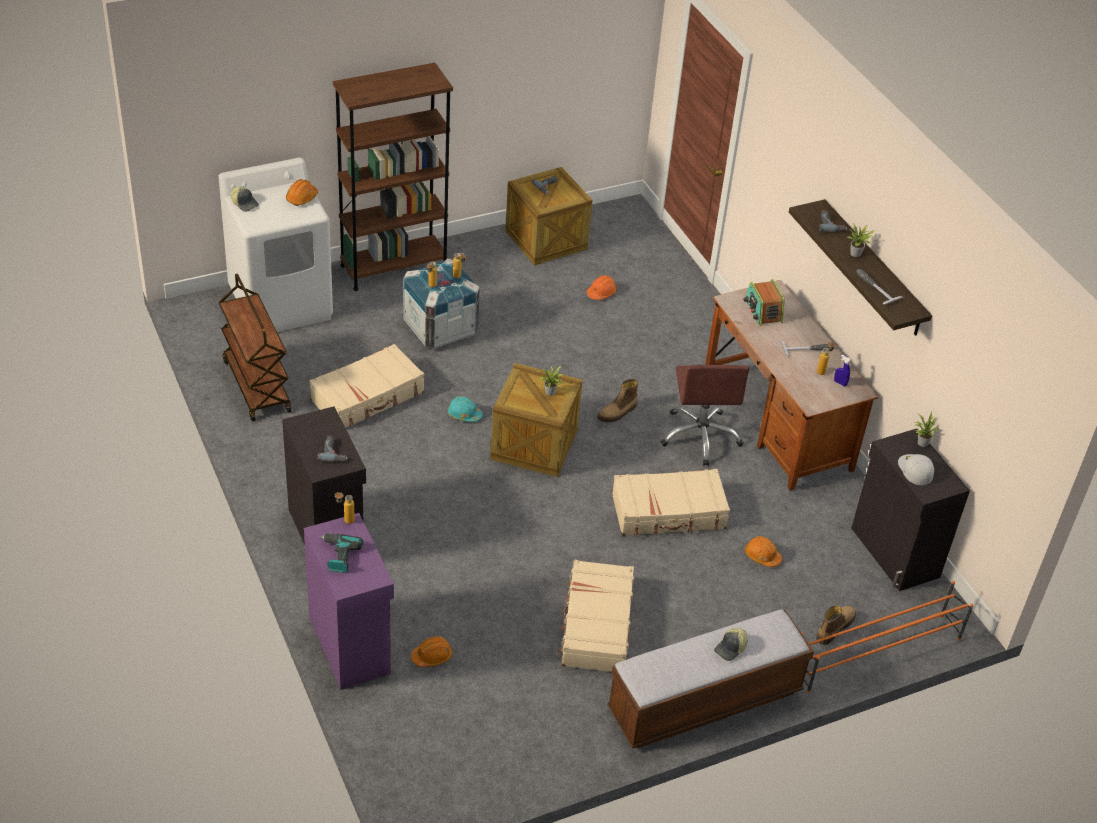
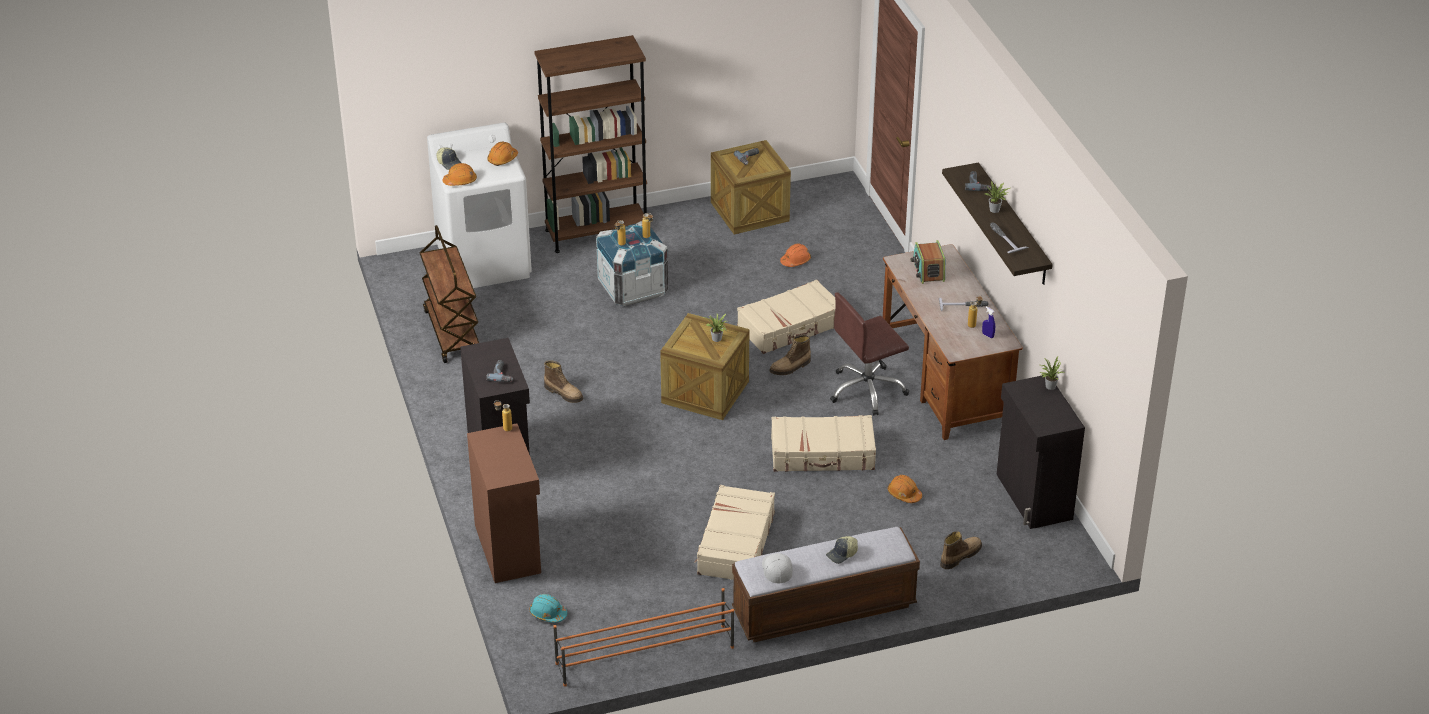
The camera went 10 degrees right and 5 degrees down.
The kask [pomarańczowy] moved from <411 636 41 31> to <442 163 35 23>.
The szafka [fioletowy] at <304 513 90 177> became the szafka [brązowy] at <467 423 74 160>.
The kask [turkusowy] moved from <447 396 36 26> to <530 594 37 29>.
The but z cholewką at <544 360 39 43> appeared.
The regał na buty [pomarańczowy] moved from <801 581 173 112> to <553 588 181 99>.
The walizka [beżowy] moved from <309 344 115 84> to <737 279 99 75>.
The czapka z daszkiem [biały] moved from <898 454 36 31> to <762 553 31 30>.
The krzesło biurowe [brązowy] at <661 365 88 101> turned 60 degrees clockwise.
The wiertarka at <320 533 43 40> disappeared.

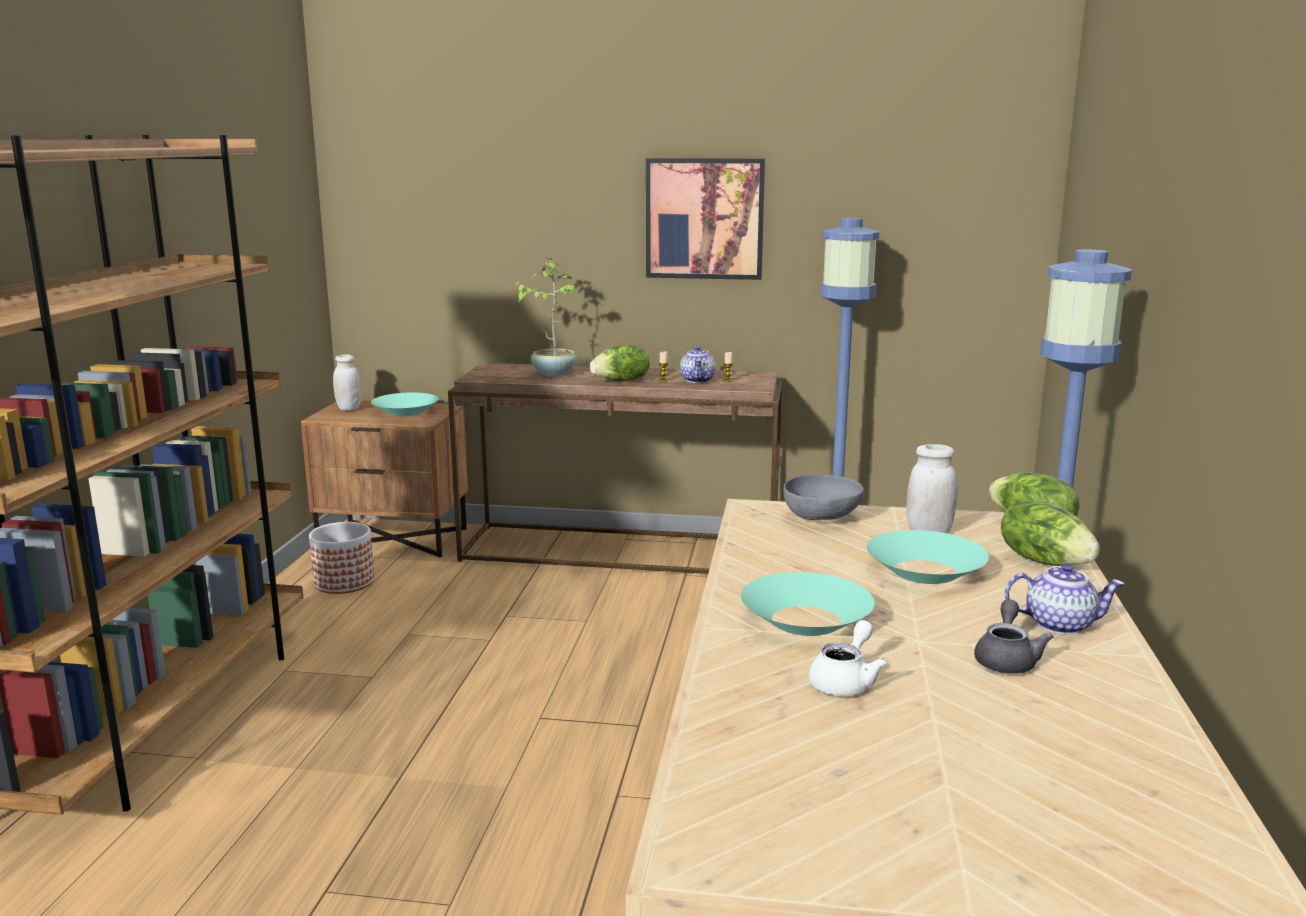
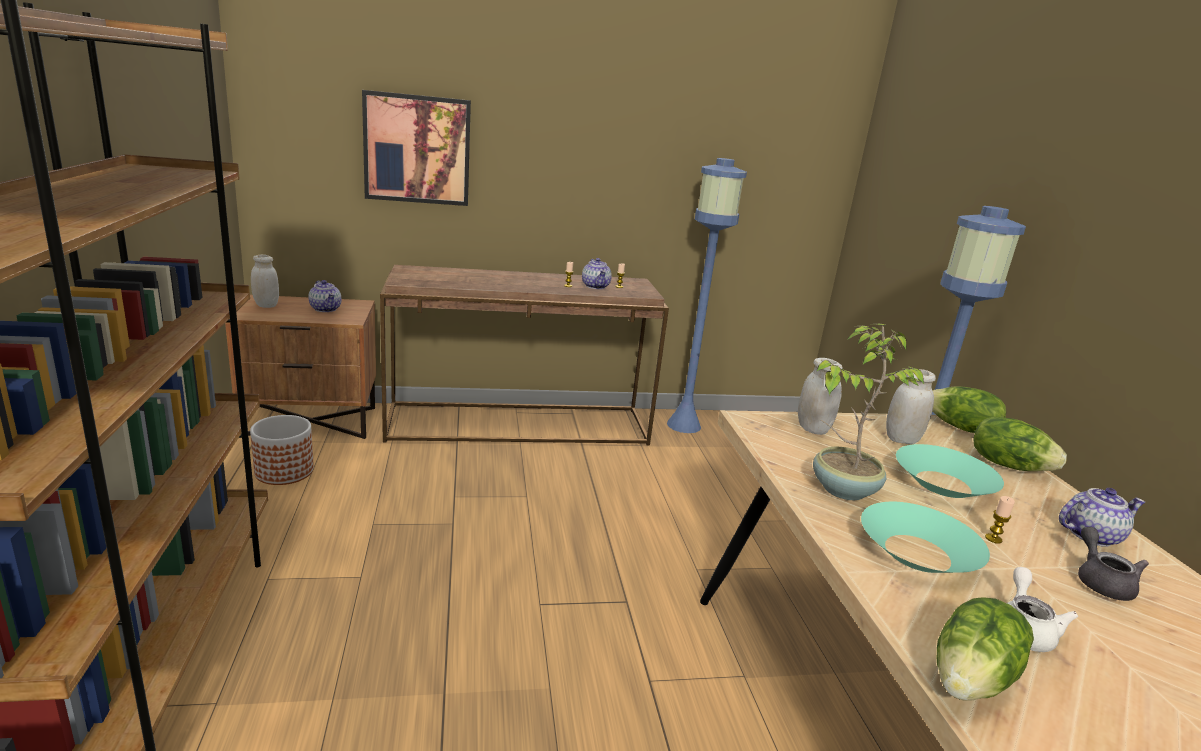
The camera went 20 degrees left and 5 degrees up.
The miska [turkusowy] at <371 393 68 24> was replaced by the imbryk at <308 280 34 32>.
The obraz moved from <646 158 119 122> to <362 90 109 116>.
The miska [szary] at <783 474 81 46> was replaced by the słoik [biały] at <798 358 45 77>.
The roślina doniczkowa moved from <512 258 65 118> to <813 324 111 176>.
The sałata moved from <590 345 60 36> to <937 597 97 104>.
The świeca at <985 496 30 48> appeared.

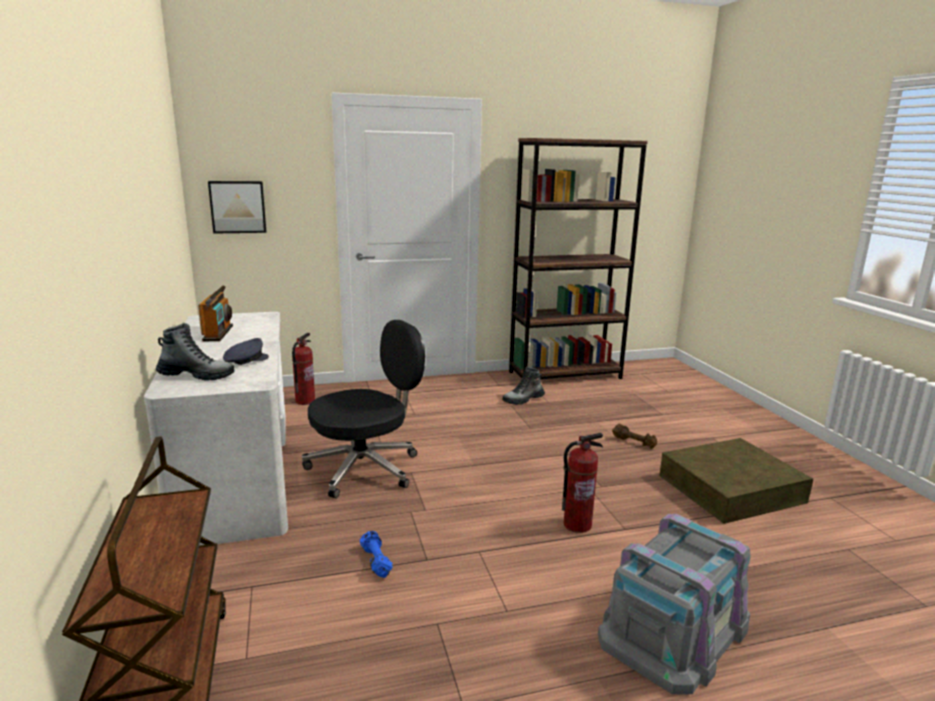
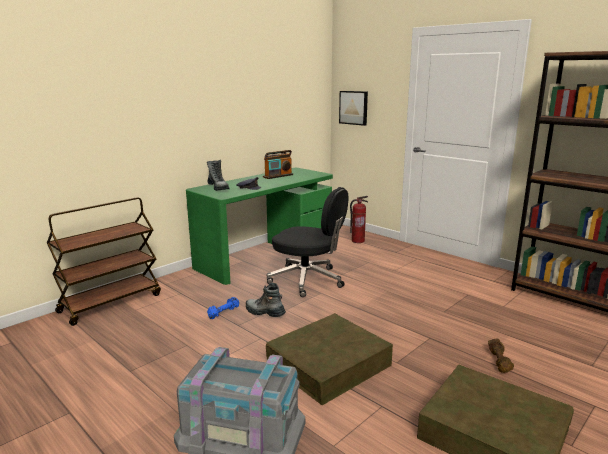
The camera went 60 degrees right and 0 degrees up.
The biurko [biały] at <144 312 144 234> became the biurko [zielony] at <186 168 147 117>.
The but z cholewką moved from <502 367 43 38> to <246 283 40 34>.
The gaśnica at <562 433 41 100> was replaced by the pojemnik do przechowywania [brązowy] at <266 313 127 92>.

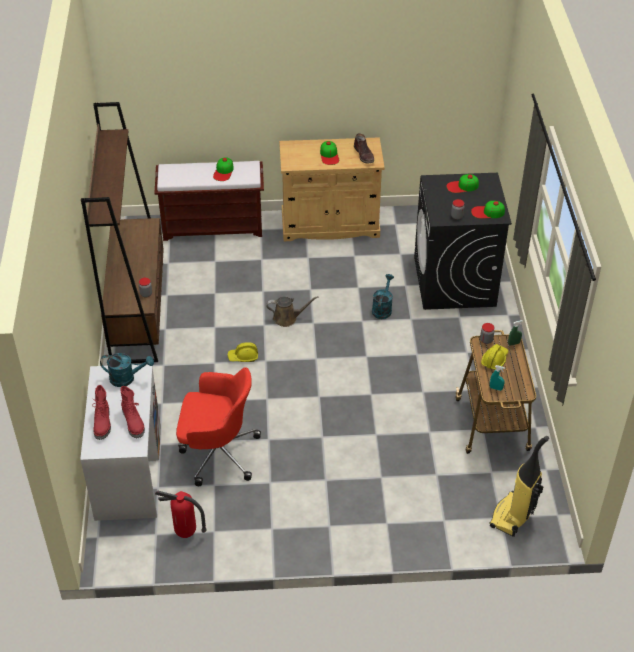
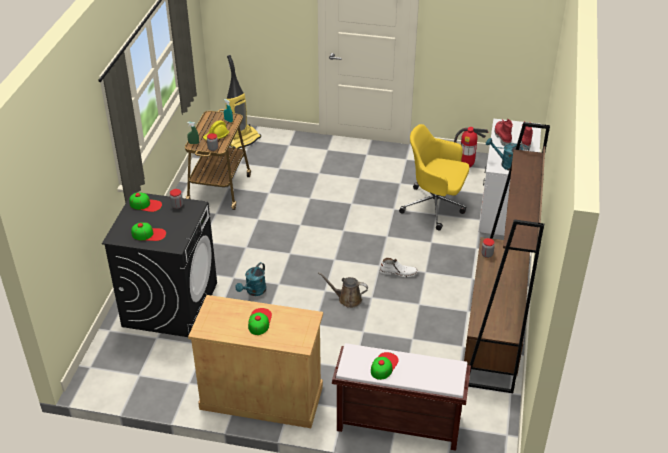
The camera went 165 degrees left and 5 degrees down.
The kask [żółty] at <227 342 31 20> was replaced by the but z cholewką [biały] at <379 258 39 19>.
The krzesło biurowe [czerwony] at <176 367 85 119> became the krzesło biurowe [żółty] at <399 124 70 106>.
The but z cholewką [brązowy] at <354 133 20 30> disappeared.

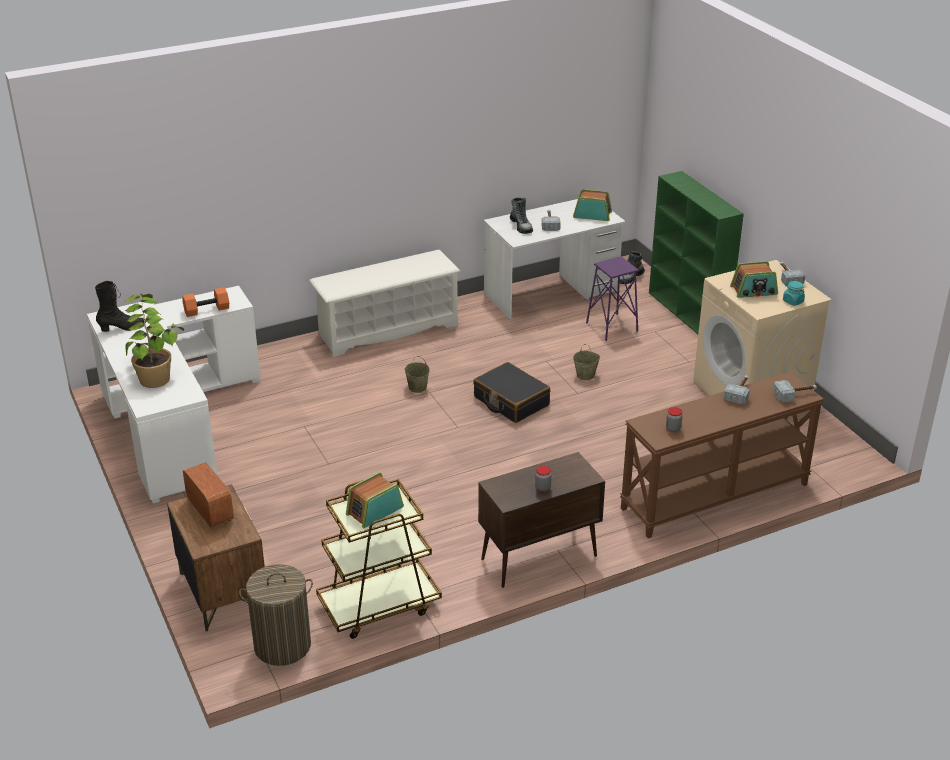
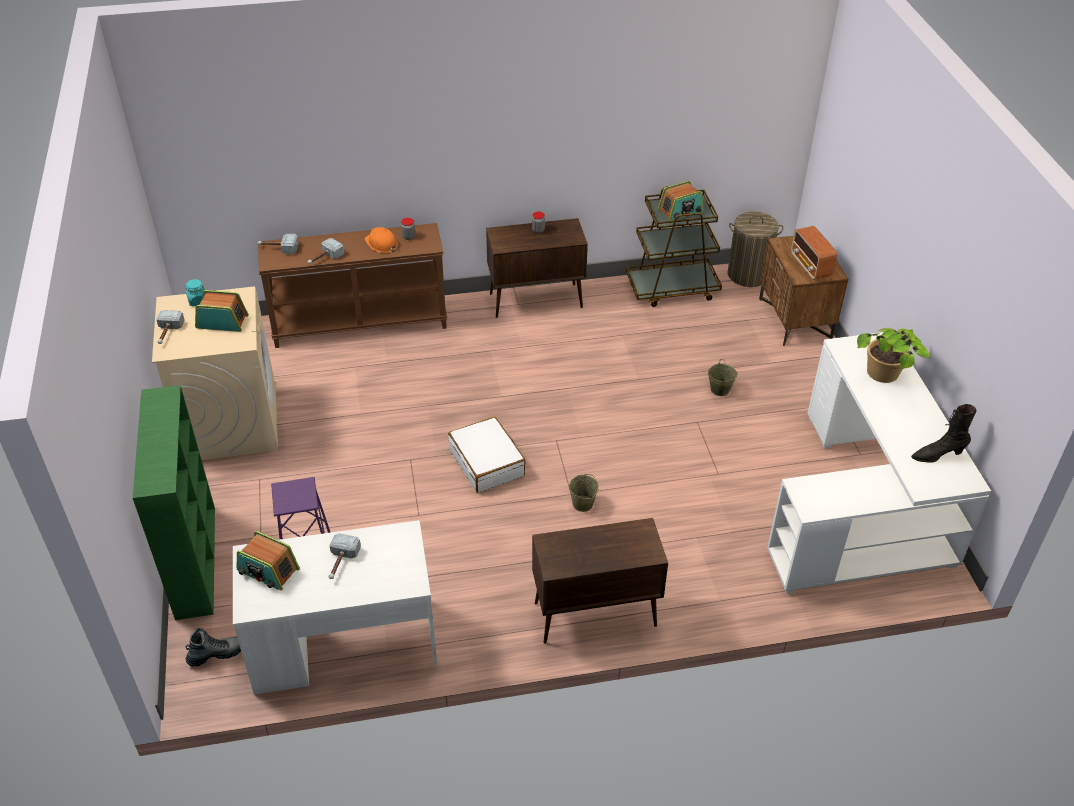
The camera went 165 degrees left and 10 degrees up.
The kask [pomarańczowy] at <365 227 33 26> appeared.
The walizka [czarny] at <473 362 77 61> became the walizka [biały] at <448 416 78 77>.
The regał na buty [biały] at <309 250 151 107> was replaced by the szafka [brązowy] at <532 518 136 126>.
The wiadro [beżowy] moved from <573 344 27 36> to <708 359 30 37>.
The hantel [pomarańczowy] at <182 287 47 30> disappeared.
The but z cholewką at <510 197 23 37> disappeared.

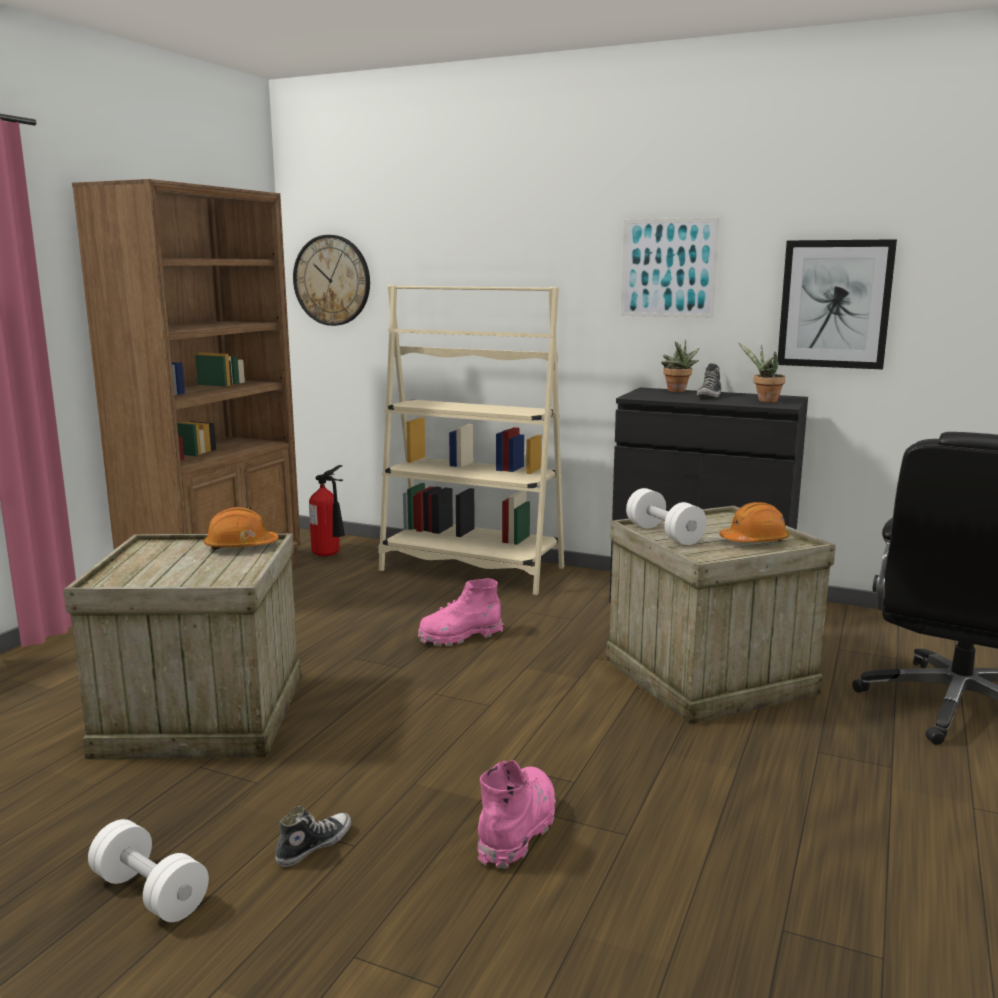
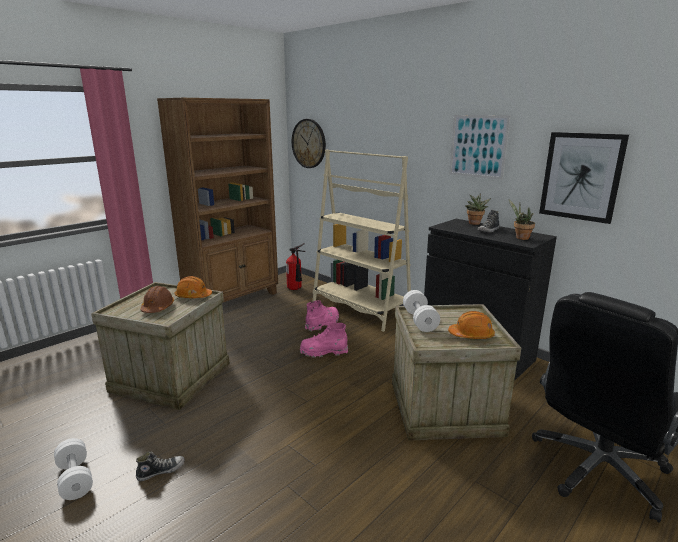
The camera went 20 degrees right and 5 degrees up.
The kask [brązowy] at <140 286 34 27> appeared.
The but z cholewką [różowy] moved from <478 760 78 108> to <305 300 34 31>.

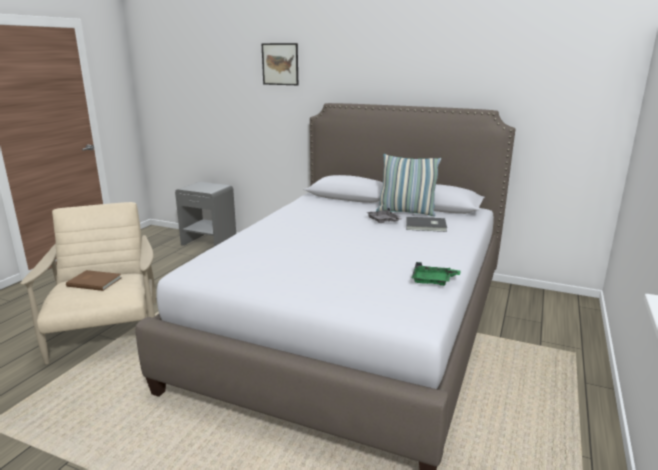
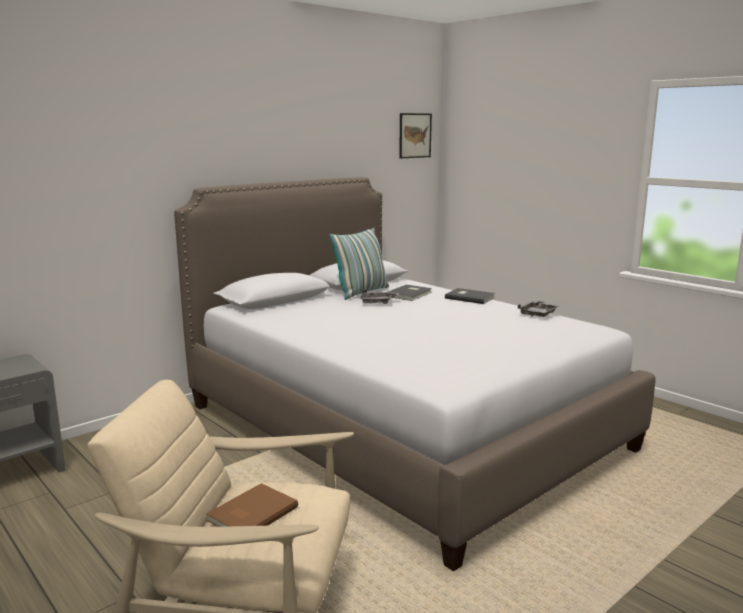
The camera went 65 degrees left and 5 degrees down.
The obraz moved from <261 43 37 42> to <399 113 33 45>.
The książka [szary] at <445 288 50 16> appeared.
The taca [zielony] at <412 262 49 24> became the taca [szary] at <518 301 41 16>.

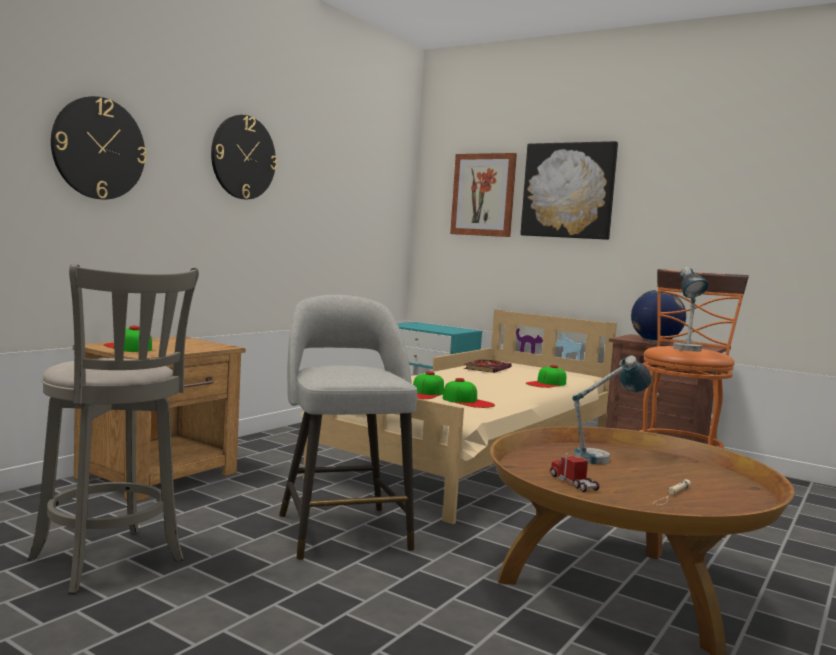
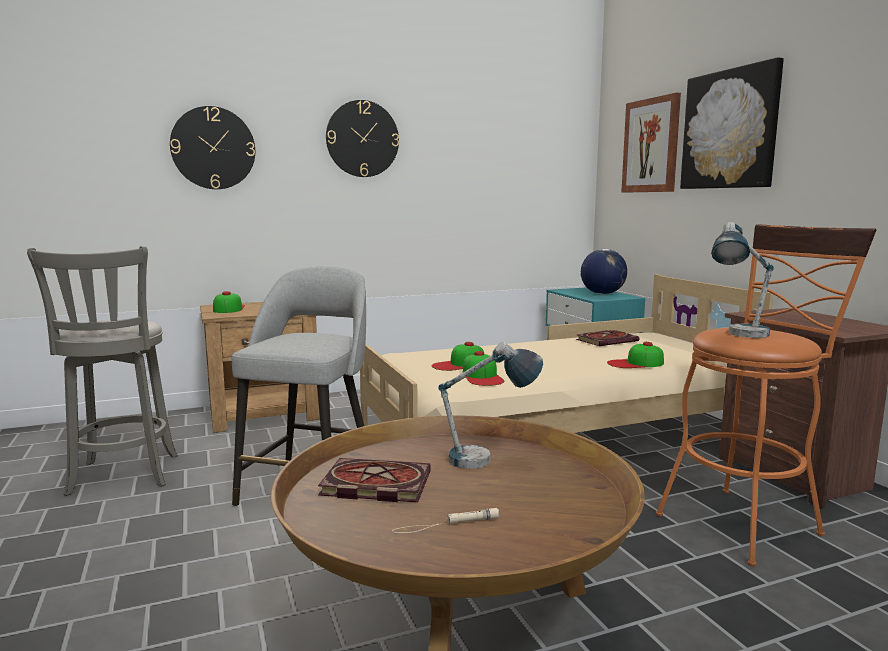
The camera went 35 degrees right and 5 degrees up.
The ciężarówka zabawkowa at <550 452 49 40> was replaced by the książka at <318 458 113 44>.
The globus moved from <631 290 55 52> to <581 249 46 45>.

